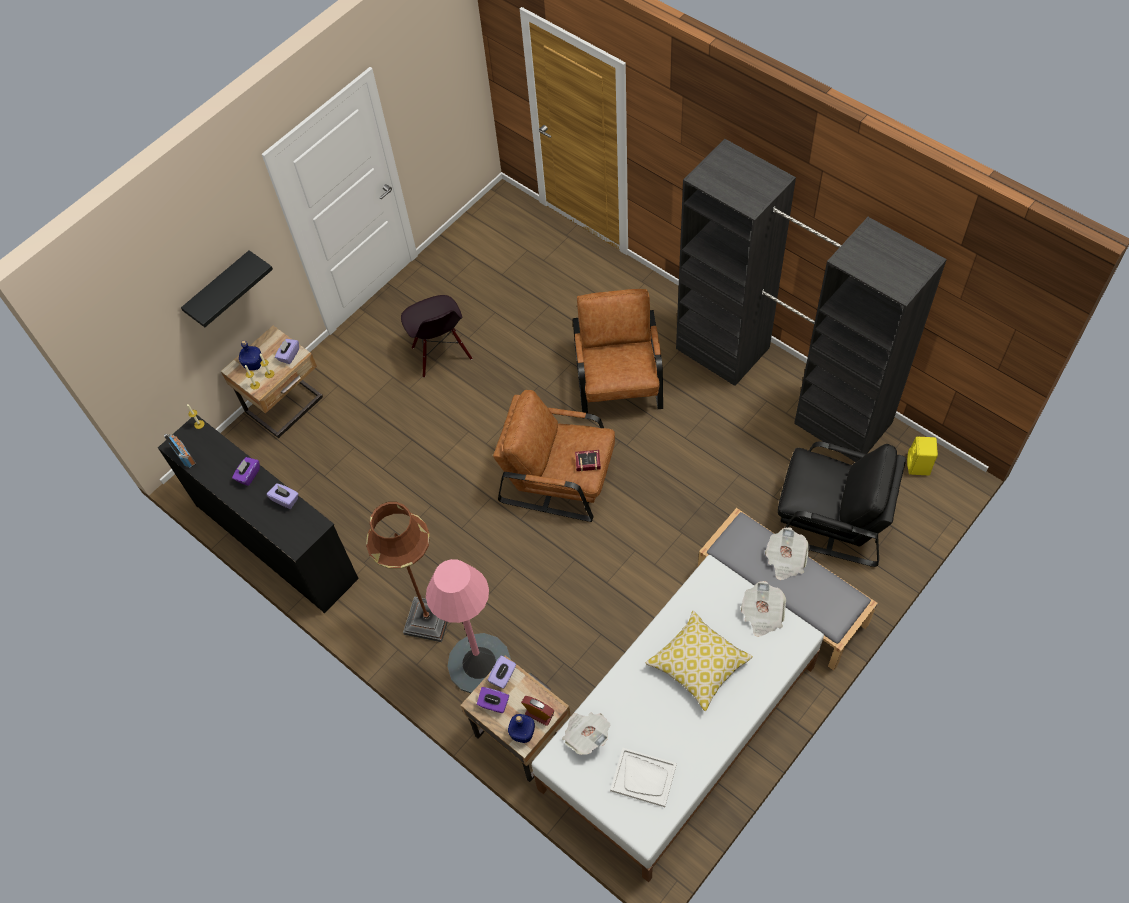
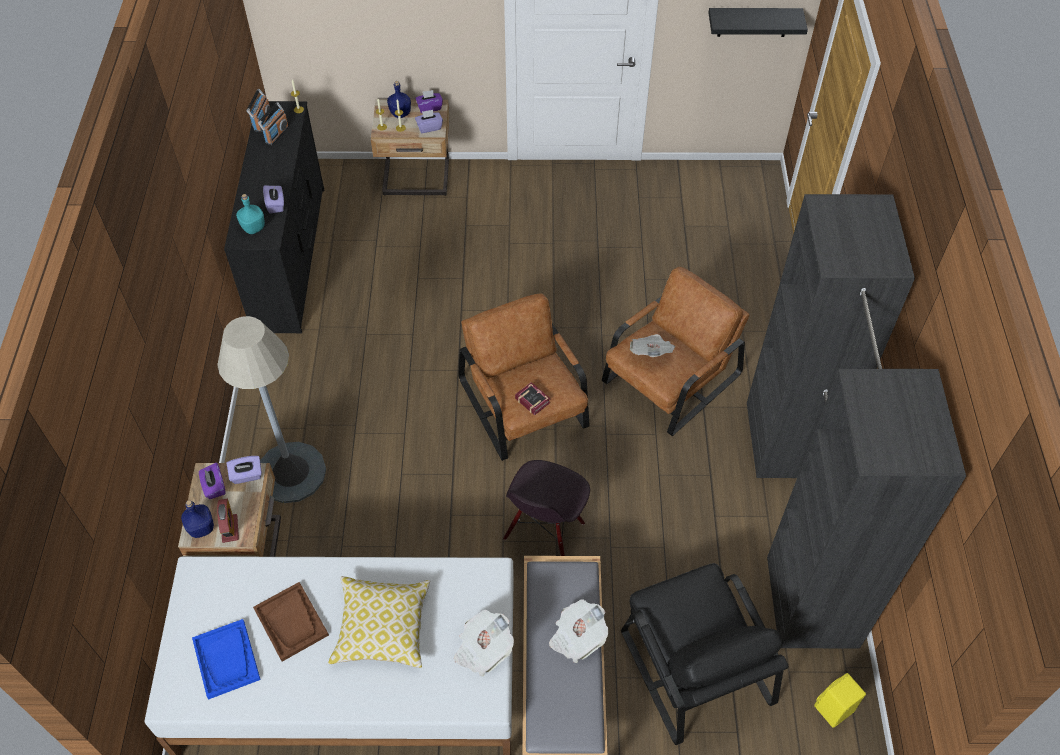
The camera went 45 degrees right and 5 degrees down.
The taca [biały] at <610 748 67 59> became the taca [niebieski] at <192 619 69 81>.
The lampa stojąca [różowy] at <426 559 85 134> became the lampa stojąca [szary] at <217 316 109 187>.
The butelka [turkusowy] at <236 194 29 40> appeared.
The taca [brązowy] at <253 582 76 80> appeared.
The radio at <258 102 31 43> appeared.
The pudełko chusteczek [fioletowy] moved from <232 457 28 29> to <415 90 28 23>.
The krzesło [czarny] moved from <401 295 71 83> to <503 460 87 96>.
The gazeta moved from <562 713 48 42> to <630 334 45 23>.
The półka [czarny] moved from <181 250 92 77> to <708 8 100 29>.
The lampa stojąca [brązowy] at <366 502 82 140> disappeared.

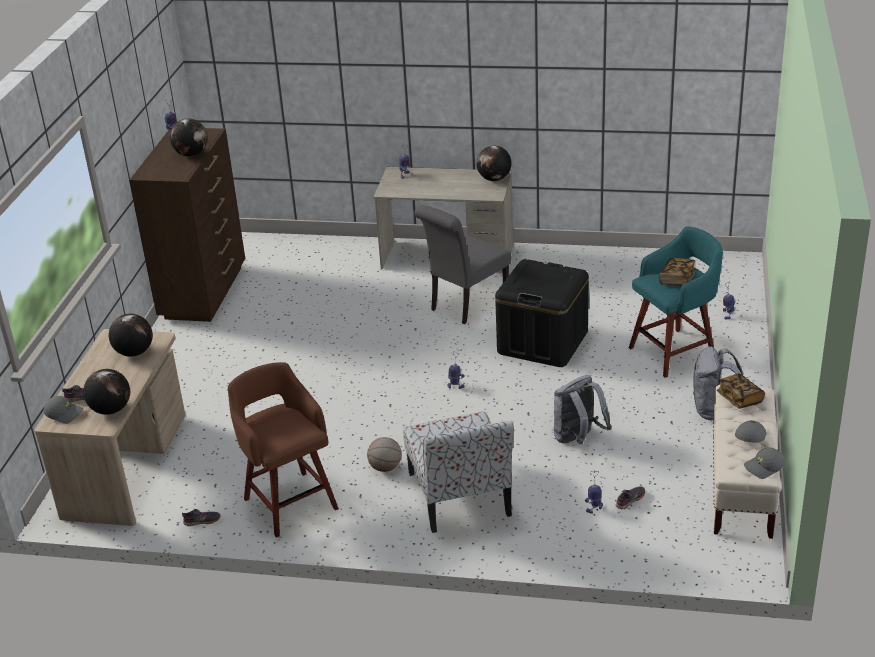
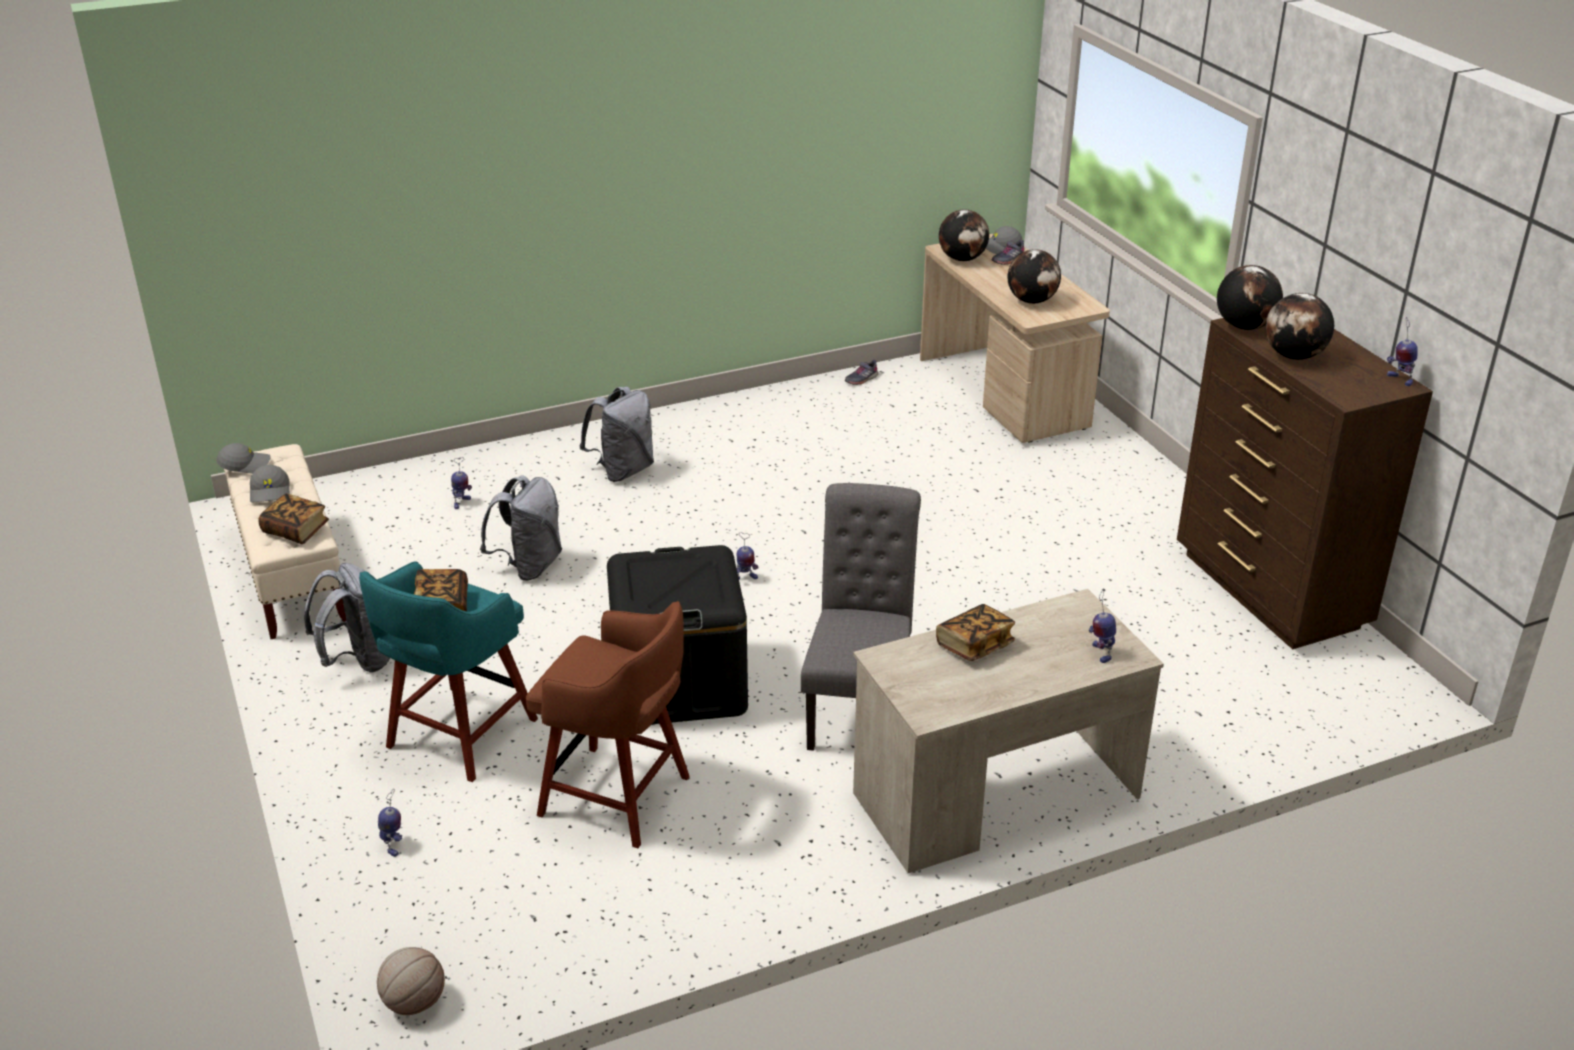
The camera went 145 degrees right and 0 degrees up.
The czapka z daszkiem [szary] at <744 447 41 32> turned 45 degrees clockwise.
The piłka do koszykówki moved from <367 437 35 35> to <377 947 68 68>.
The stołek [brązowy] moved from <228 362 111 176> to <526 601 164 247>.
The krzesło at <403 412 111 121> was replaced by the plecak [szary] at <579 387 75 95>.
The książka at <936 604 79 57> appeared.
The globus moved from <476 146 36 35> to <1217 265 66 65>.
The but [szary] at <616 486 29 23> disappeared.

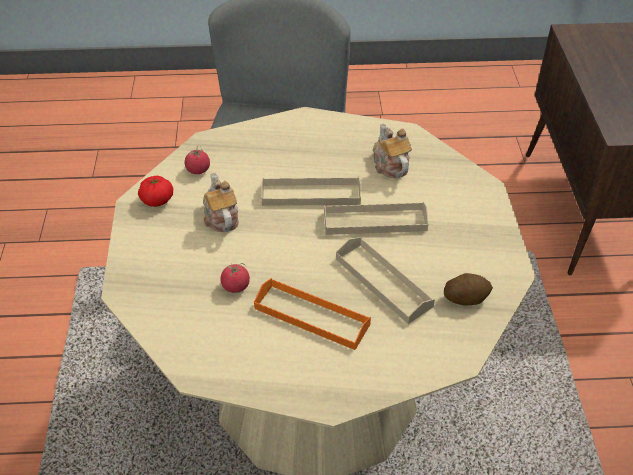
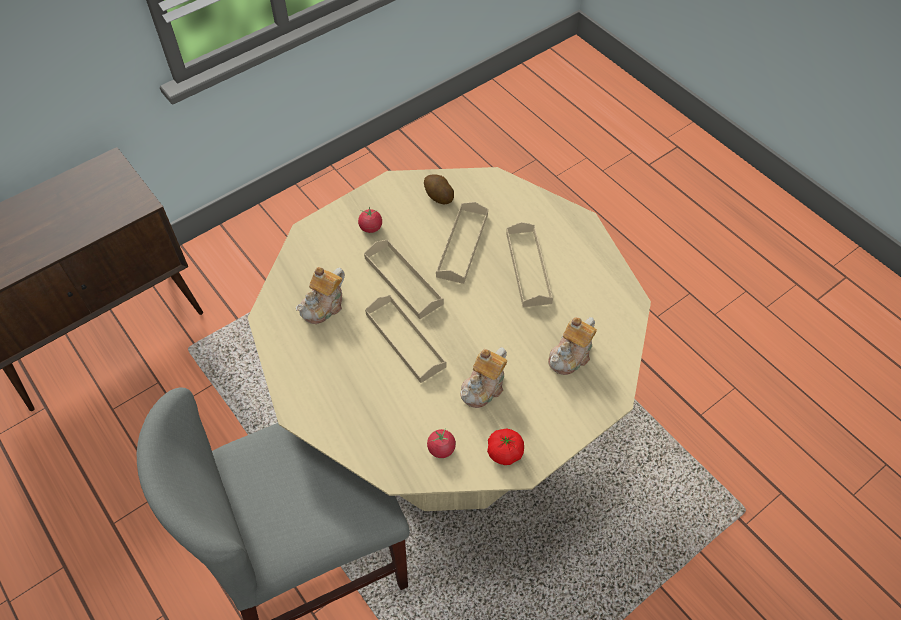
The camera went 125 degrees left and 10 degrees up.
The pomidor moved from <220 263 30 30> to <358 207 24 26>.
The taca [pomarańczowy] at <254 278 117 72> became the taca [beżowy] at <506 222 47 85>.
The imbryk at <548 317 49 58> appeared.

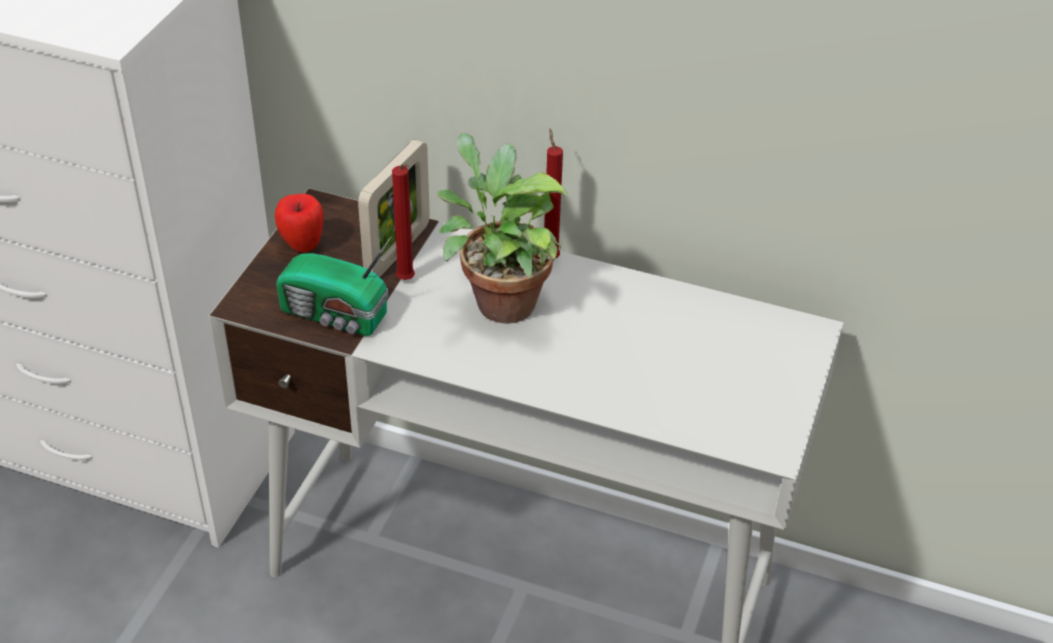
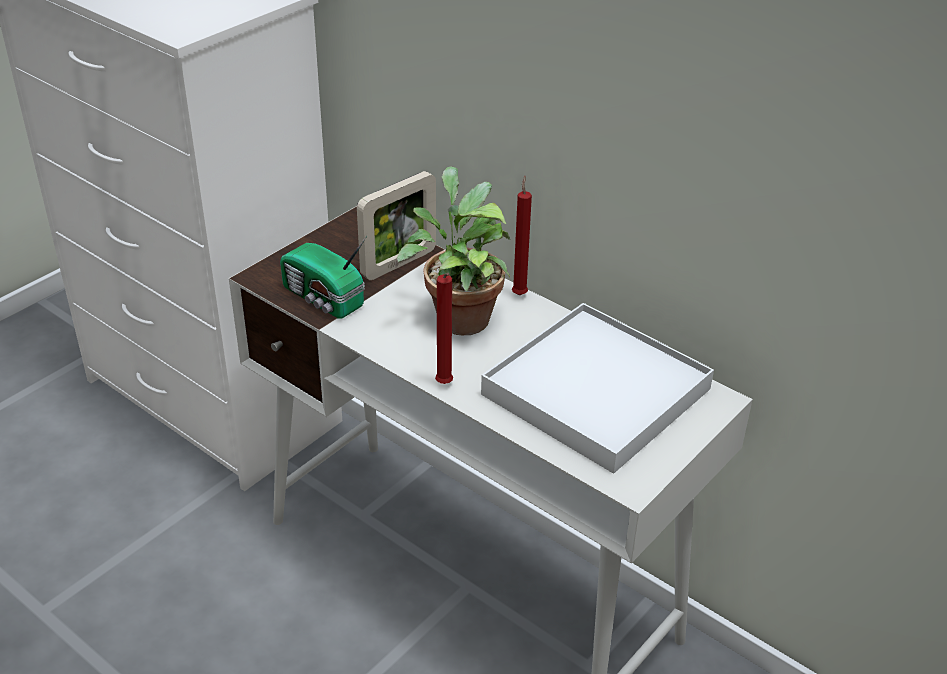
The camera went 20 degrees right and 5 degrees down.
The świeca [czerwony] moved from <392 164 23 116> to <435 273 18 111>.
The taca [biały] at <481 303 233 171> appeared.
The jabłko at <275 194 48 59> disappeared.

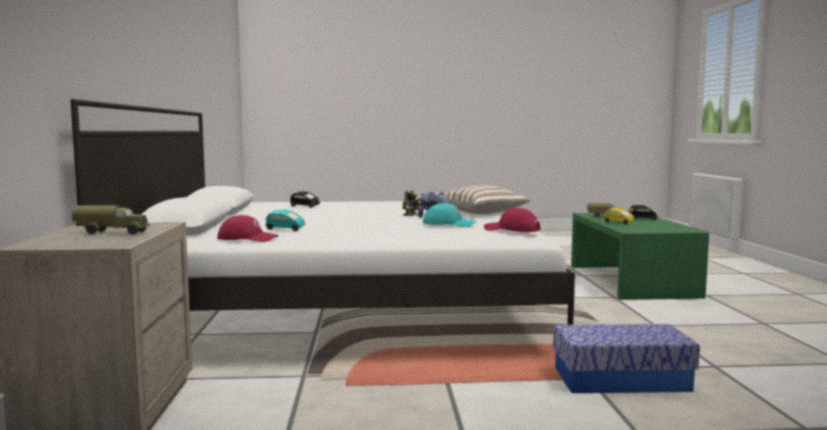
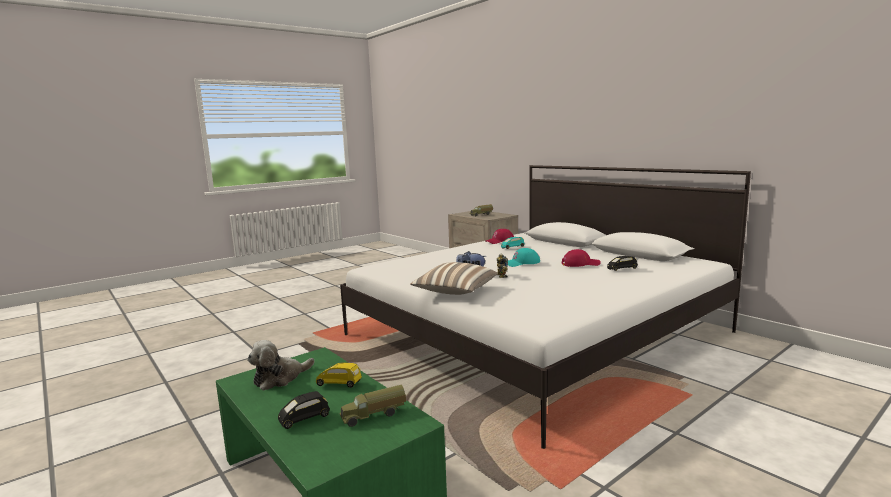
The camera went 145 degrees right and 5 degrees up.
The pluszak at <247 340 68 50> appeared.
The czapka z daszkiem [turkusowy] moved from <423 203 53 24> to <507 248 33 19>.
The czapka z daszkiem [czerwony] moved from <484 208 57 24> to <561 249 40 18>.
The pojemnik do przechowywania at <553 324 147 69> disappeared.

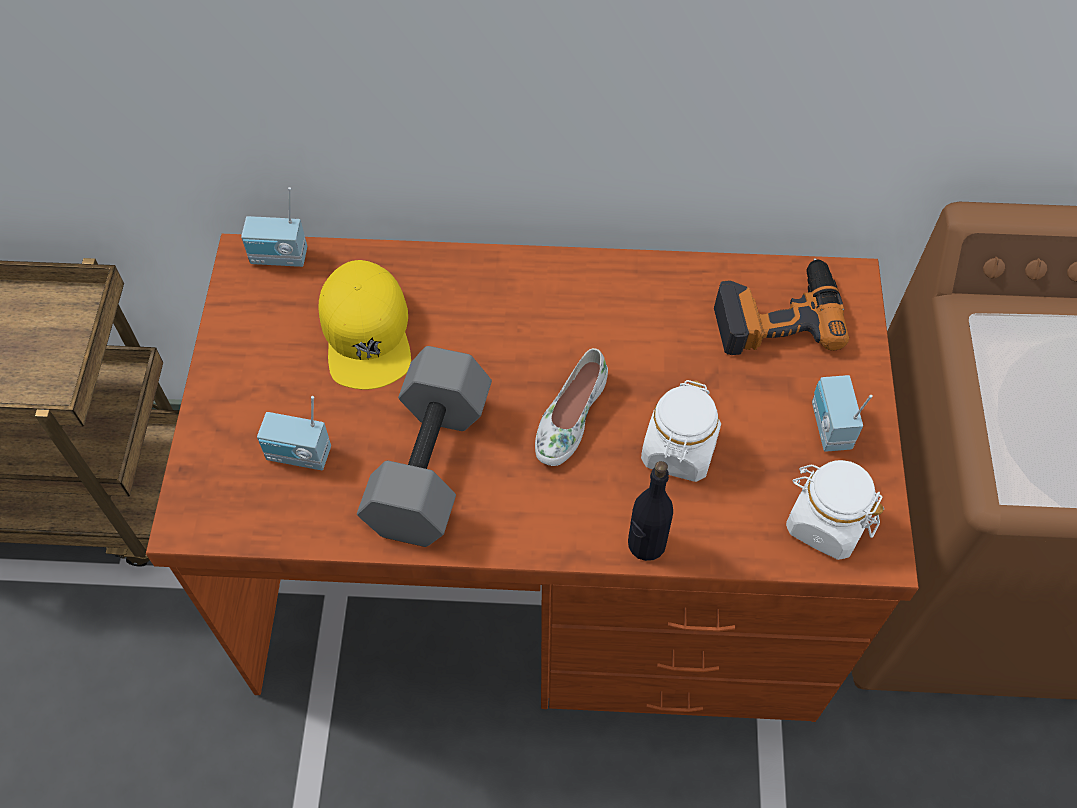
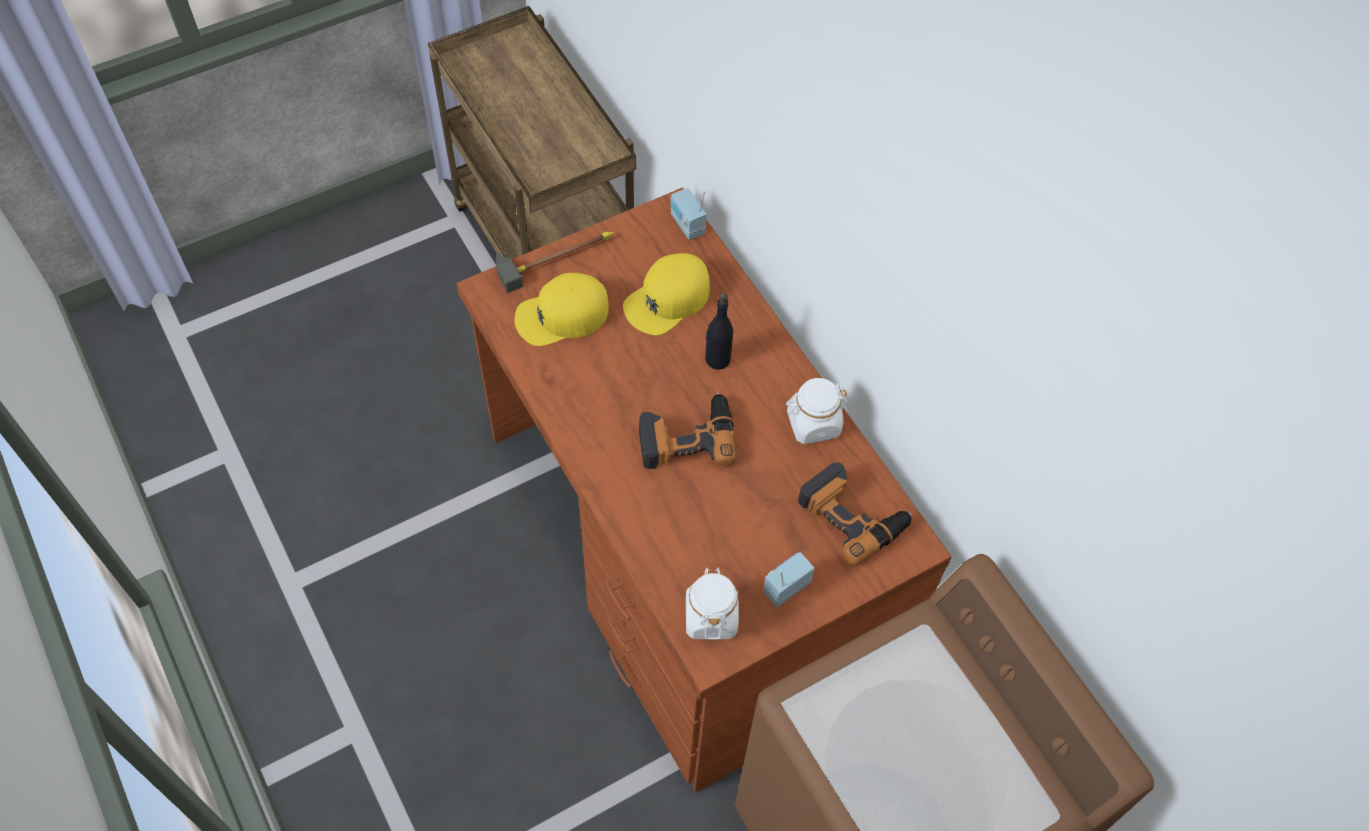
The camera went 55 degrees right and 0 degrees up.
The młotek at <496 231 119 62> appeared.
The radio at <257 396 74 74> was replaced by the czapka z daszkiem [żółty] at <515 273 94 73>.
The but [biały] at <535 348 73 118> was replaced by the wiertarka at <639 393 97 76>.
The butelka [czarny] moved from <628 461 45 100> to <705 293 28 77>.
The słoik [biały] moved from <641 380 80 102> to <786 378 62 66>.
The hantel [szary] at <357 346 135 201> disappeared.

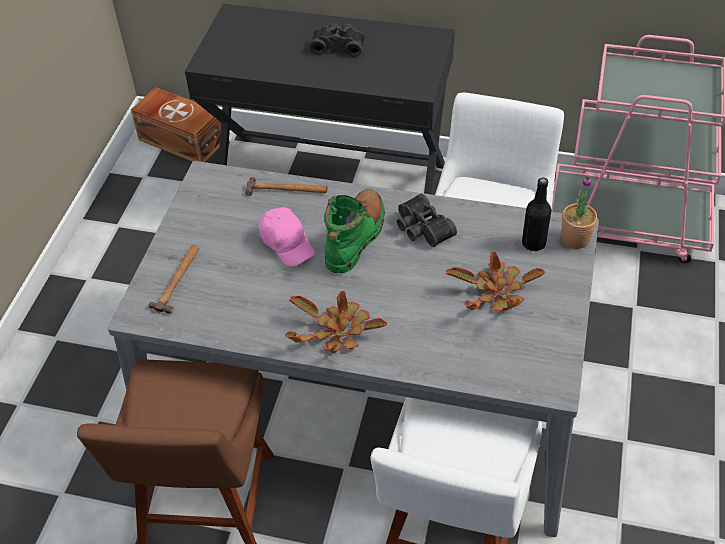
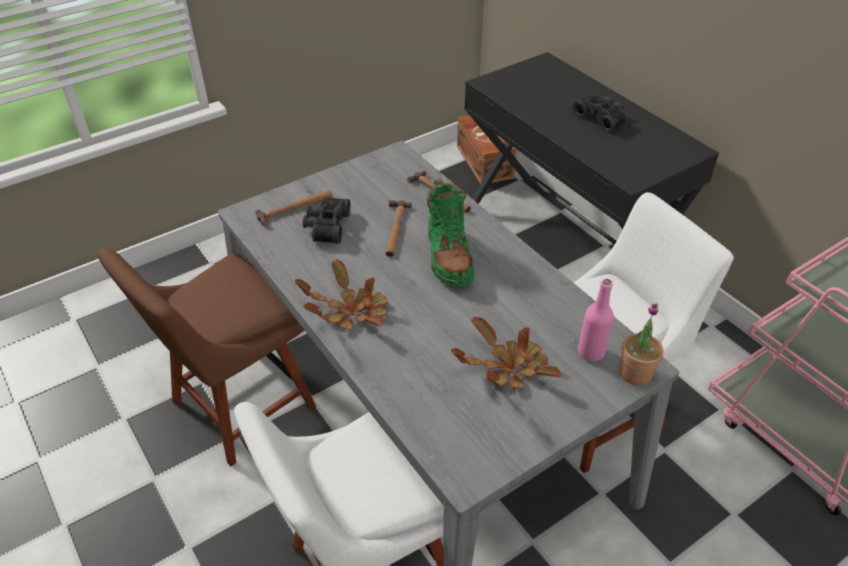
The camera went 40 degrees right and 5 degrees down.
The lornetka [czarny] moved from <397 194 60 53> to <303 197 47 47>.
The czapka z daszkiem [różowy] at <259 207 56 60> was replaced by the młotek at <386 200 26 57>.
The but z cholewką [zielony] at <324 189 61 84> turned 105 degrees clockwise.
The butelka [czarny] at <522 178 29 73> became the butelka [różowy] at <578 279 36 82>.

